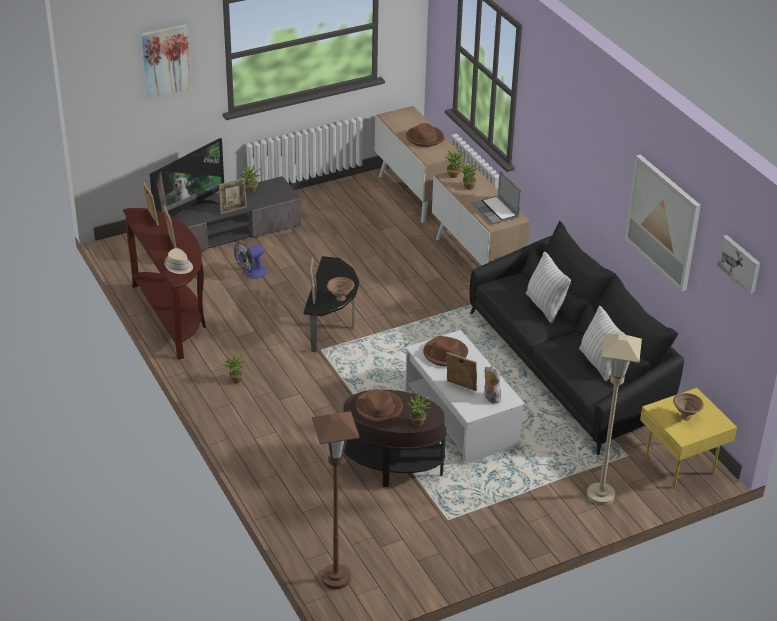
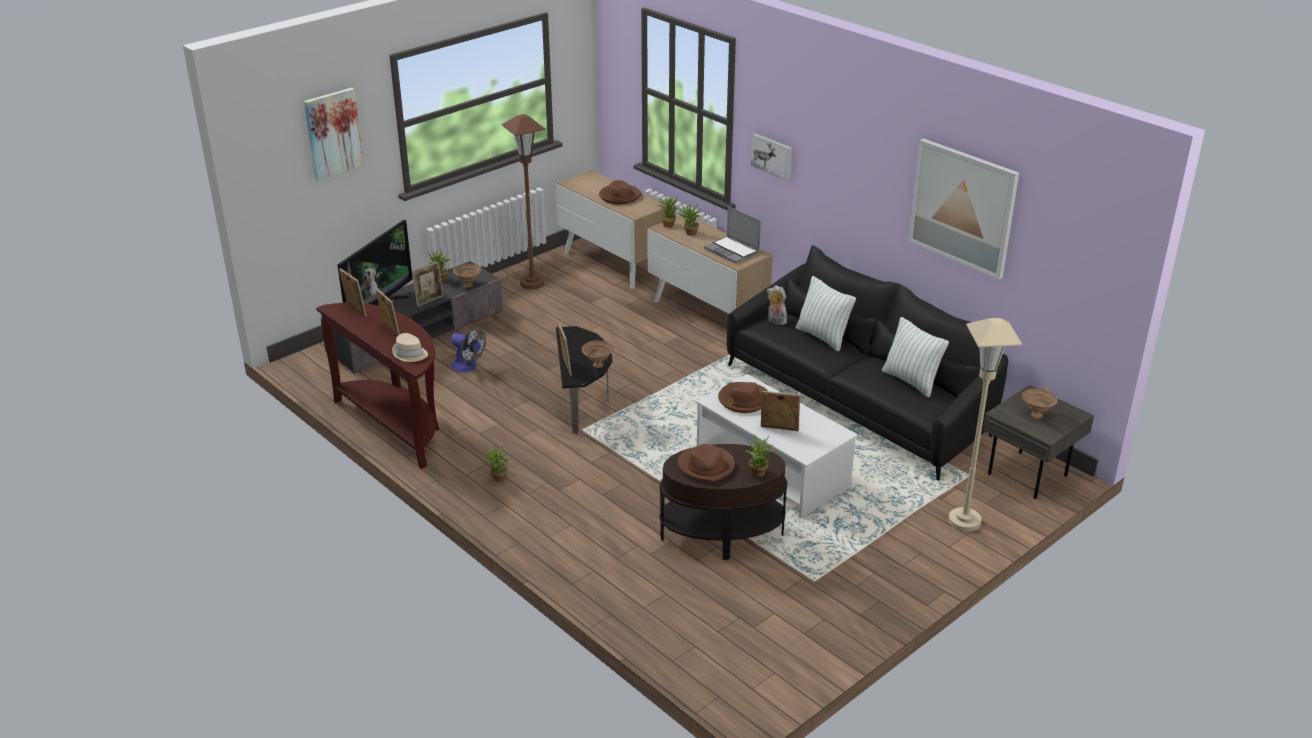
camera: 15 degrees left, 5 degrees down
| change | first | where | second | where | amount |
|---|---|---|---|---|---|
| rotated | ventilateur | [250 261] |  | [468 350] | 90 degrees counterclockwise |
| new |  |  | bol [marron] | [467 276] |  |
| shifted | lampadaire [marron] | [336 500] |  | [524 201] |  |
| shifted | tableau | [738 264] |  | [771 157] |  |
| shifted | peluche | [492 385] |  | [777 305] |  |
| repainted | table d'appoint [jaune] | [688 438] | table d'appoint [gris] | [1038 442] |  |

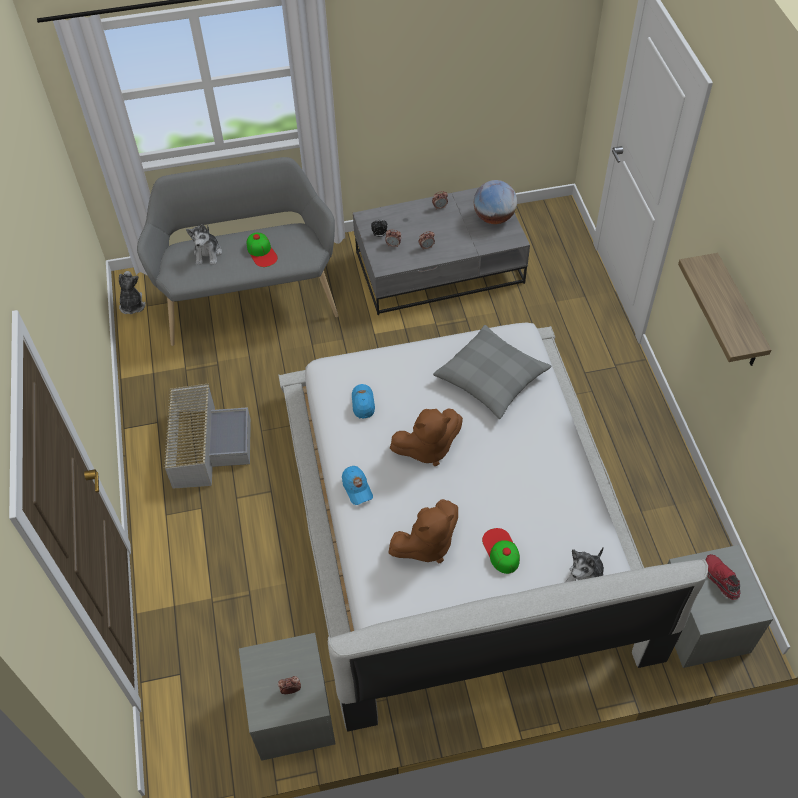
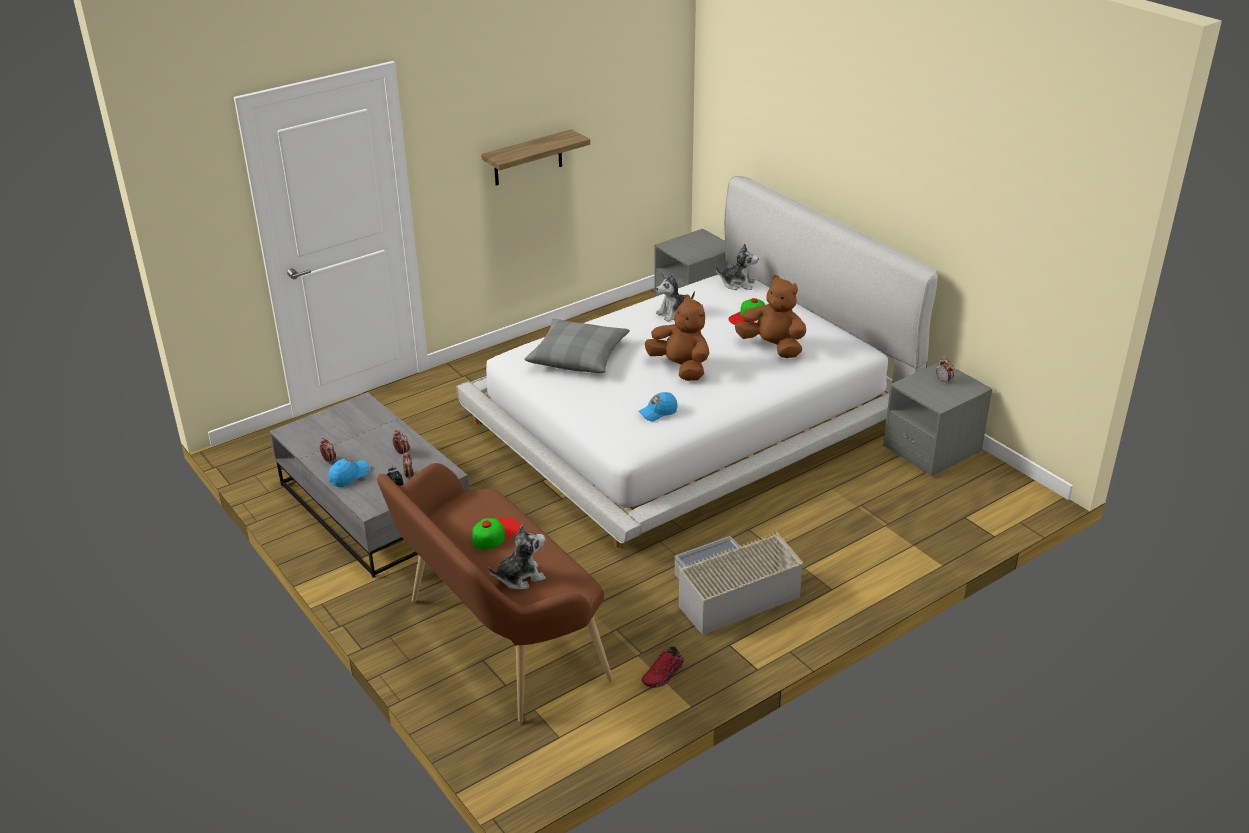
camera: 115 degrees left, 20 degrees down
| change | first | where | second | where | amount |
|---|---|---|---|---|---|
| shifted | casquette [bleu] | [357 485] |  | [349 472] |  |
| repainted | banc [gris] | [237 251] | banc [marron] | [495 592] |  |
| shifted | chaussure [rouge] | [722 577] |  | [663 667] |  |
| shifted | peluche | [132 292] |  | [675 297] |  |
| gone | globe | [495 202] |  |  |  |

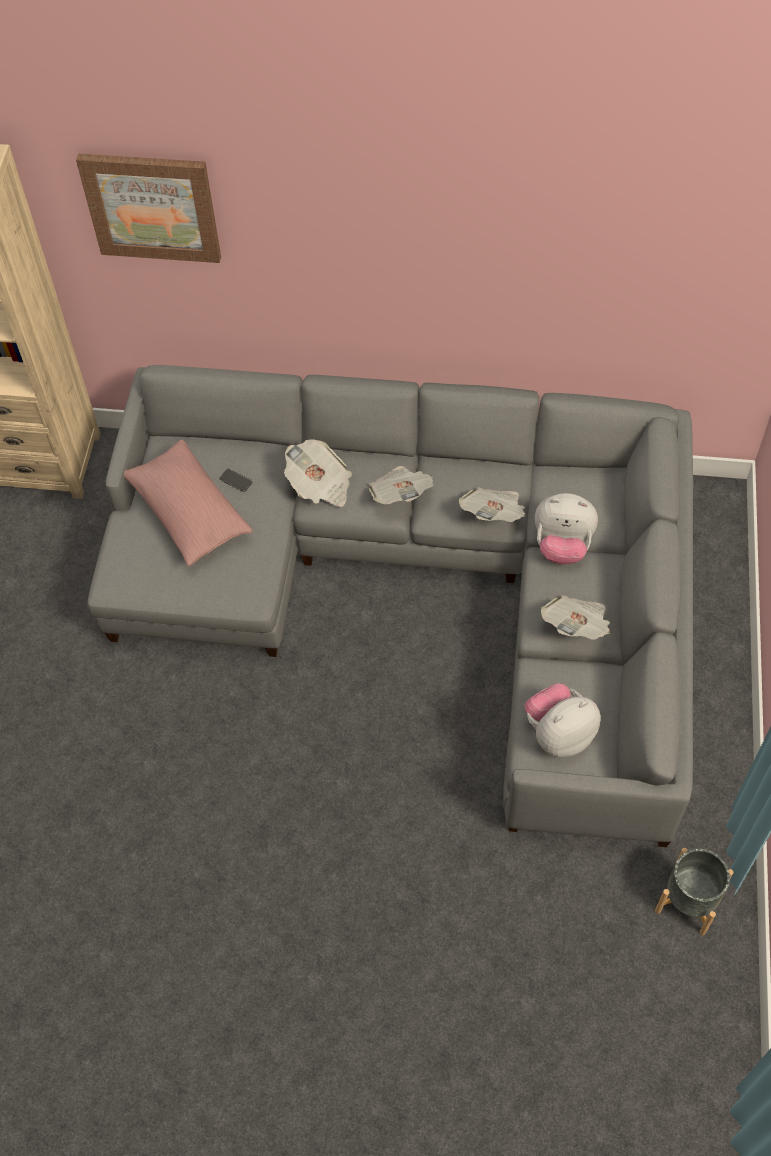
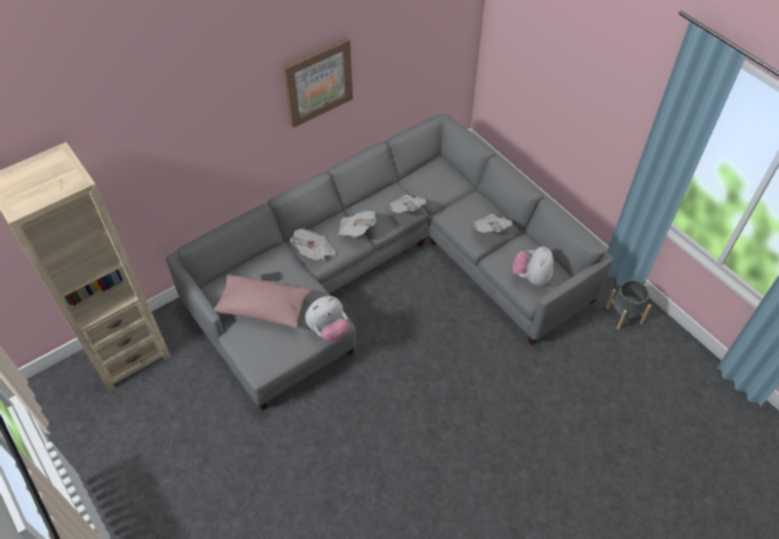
camera: 45 degrees left, 5 degrees down
| change | first | where | second | where | amount |
|---|---|---|---|---|---|
| shifted | tableau | [148 208] |  | [318 83] |  |
| shifted | peluche | [566 528] |  | [327 318] |  |

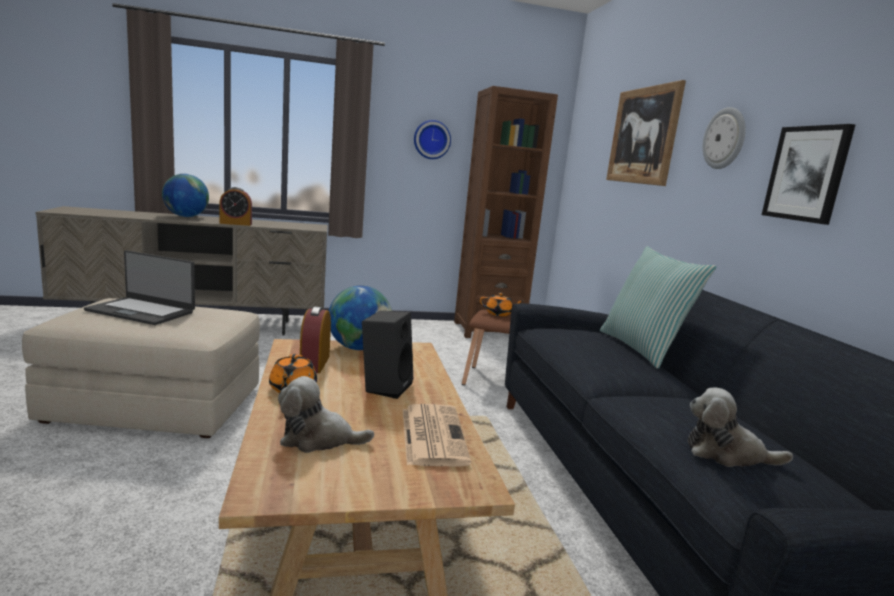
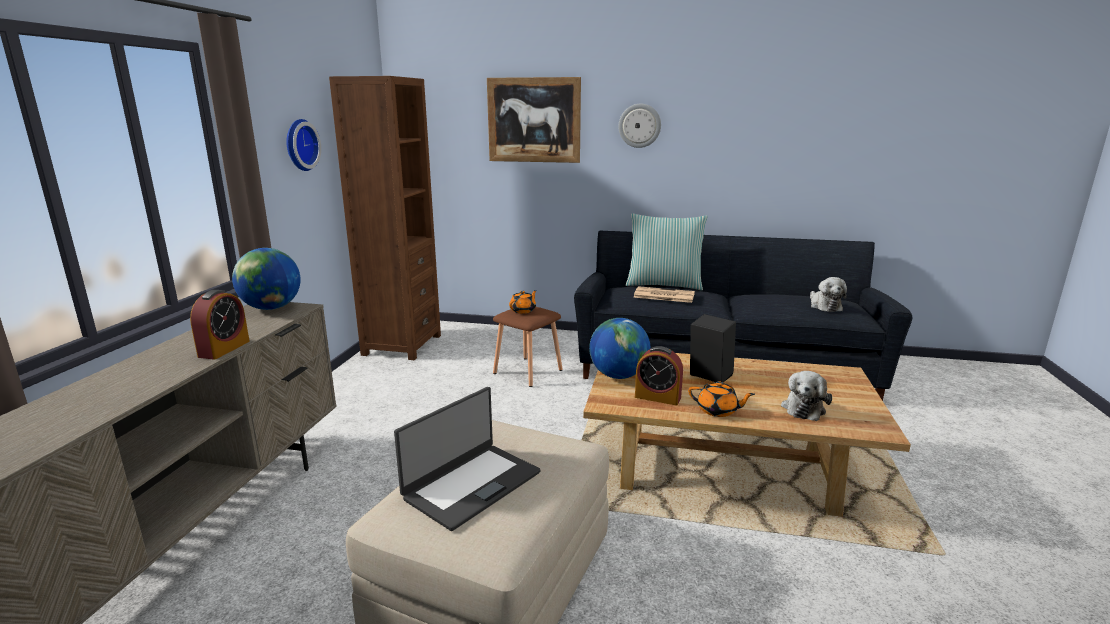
camera: 65 degrees left, 5 degrees up
| change | first | where | second | where | amount |
|---|---|---|---|---|---|
| shifted | globe | [185 195] |  | [266 279] |  |
| shifted | journal | [437 435] |  | [664 294] |  |
| rotated | peluche | [740 427] |  | [828 294] | 45 degrees counterclockwise |
| gone | tableau | [808 174] |  |  |  |

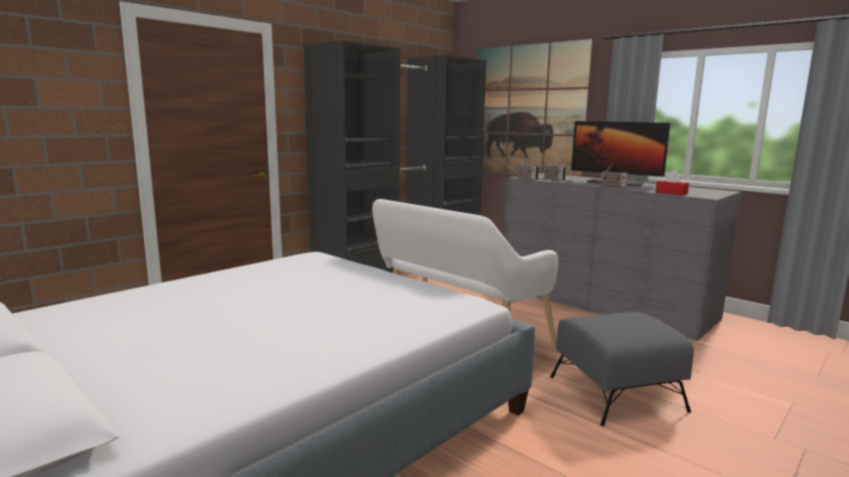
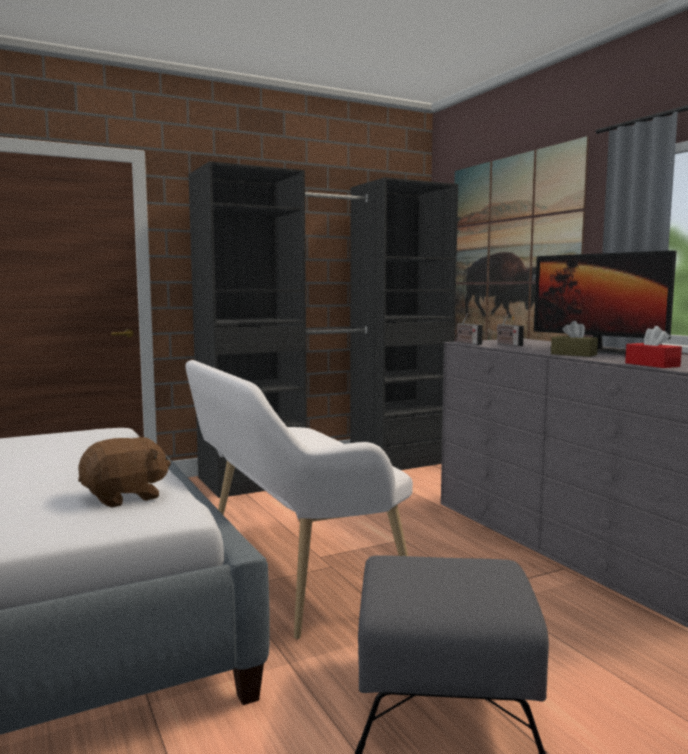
camera: 20 degrees right, 5 degrees down
| change | first | where | second | where | amount |
|---|---|---|---|---|---|
| new |  |  | peluche [marron] | [124 472] |  |
| swapped | radio | [613 176] | boîte à mouchoirs [marron] | [574 339] |  |

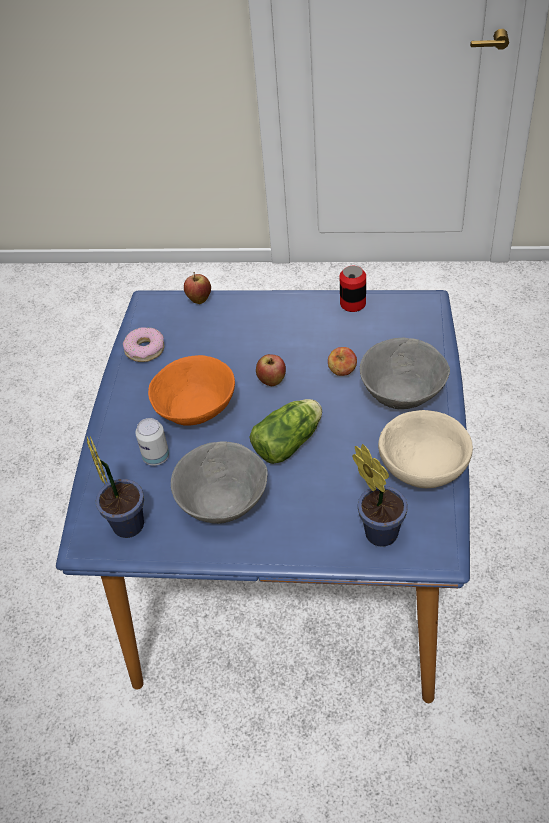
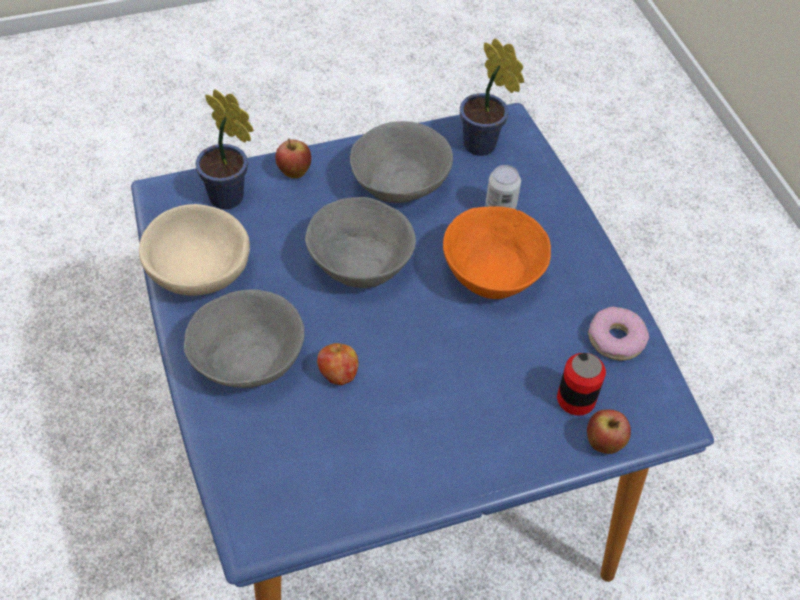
camera: 150 degrees right, 5 degrees up
| change | first | where | second | where | amount |
|---|---|---|---|---|---|
| shifted | pomme | [271 370] |  | [293 158] |  |
| swapped | laitue | [286 431] | bol [gris] | [360 242] |  |
| shifted | boîte métallique | [353 289] |  | [581 384] |  |

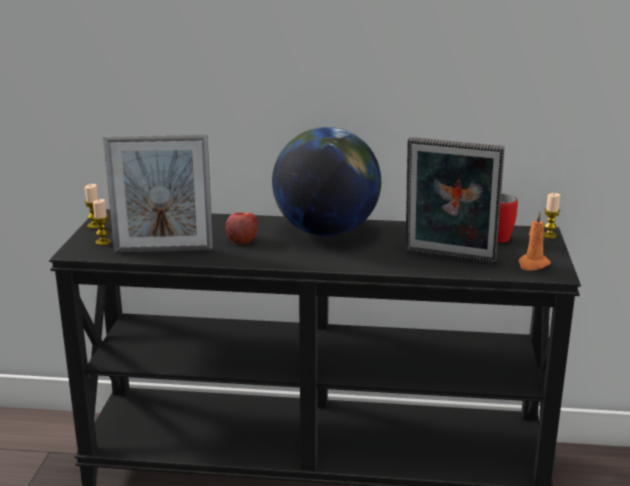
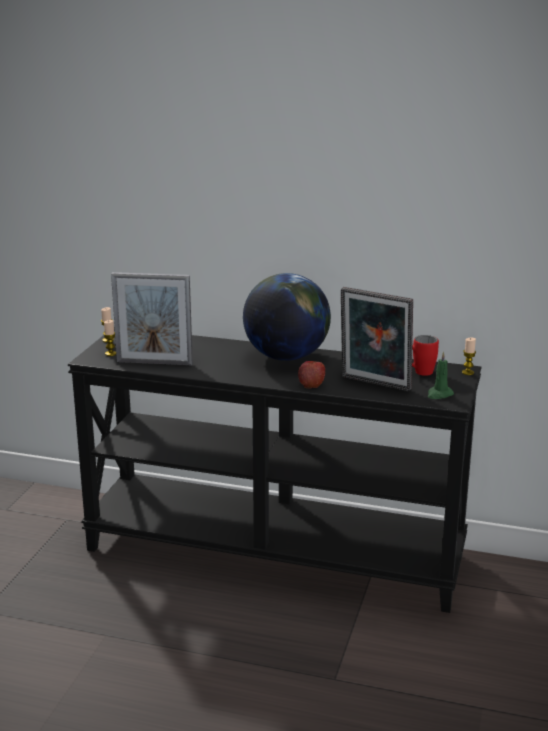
camera: 10 degrees right, 0 degrees up
| change | first | where | second | where | amount |
|---|---|---|---|---|---|
| shifted | pomme | [242 228] |  | [311 374] |  |
| repainted | bougie [orange] | [534 240] | bougie [vert] | [441 375] |  |

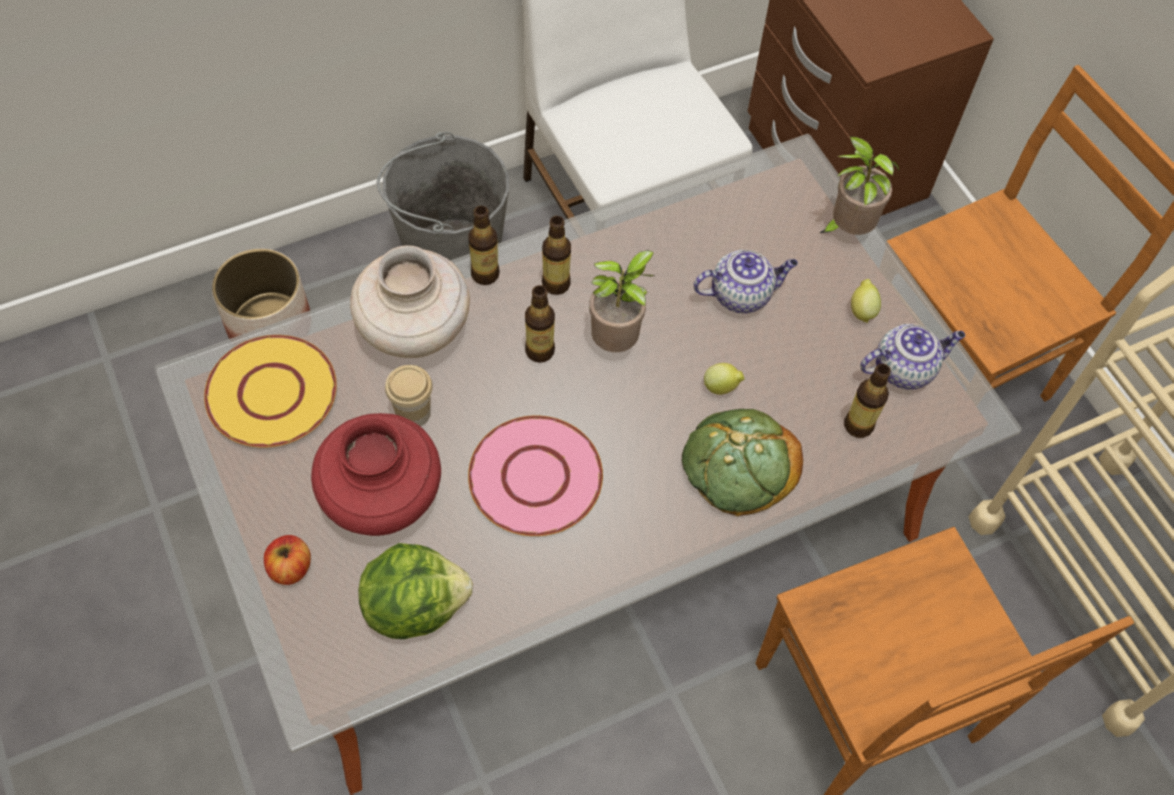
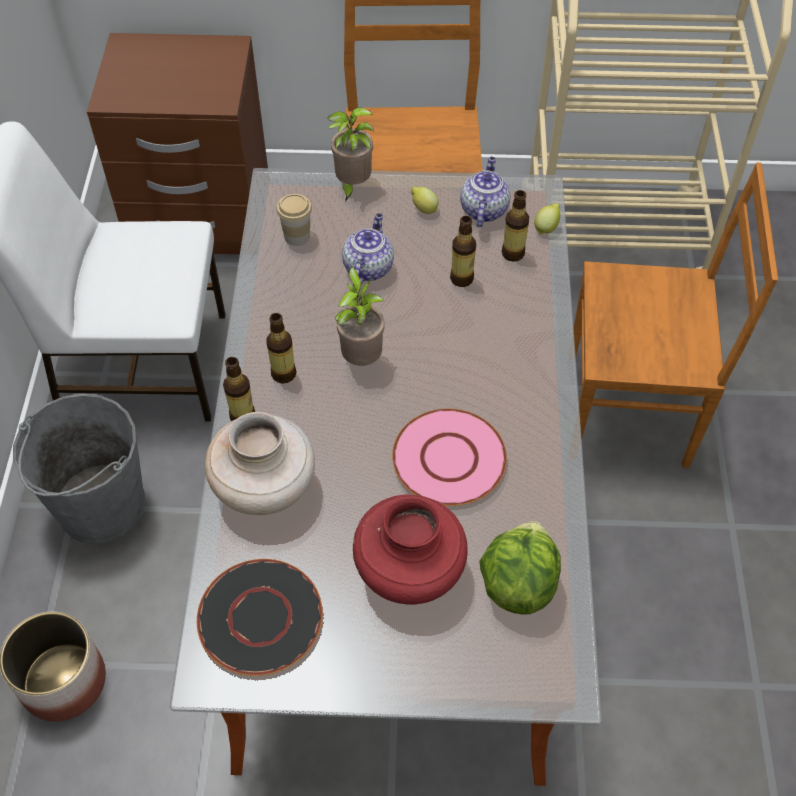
camera: 60 degrees left, 5 degrees down
| change | first | where | second | where | amount |
|---|---|---|---|---|---|
| repainted | assiette [jaune] | [270 391] | assiette [noir] | [260 617] |  |
| shifted | tasse | [409 395] |  | [294 220] |  |
| shifted | bouteille | [540 324] |  | [463 251] |  |
| shifted | citron | [724 379] |  | [547 219] |  |
| gone | pomme | [287 560] |  |  |  |
| gone | pain | [742 462] |  |  |  |

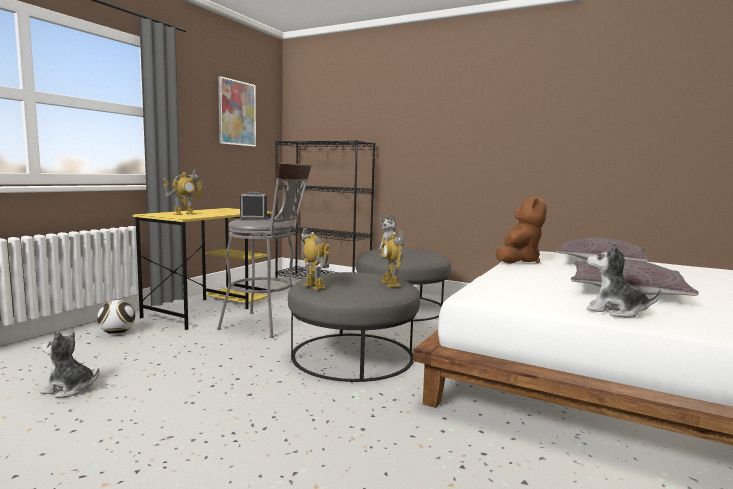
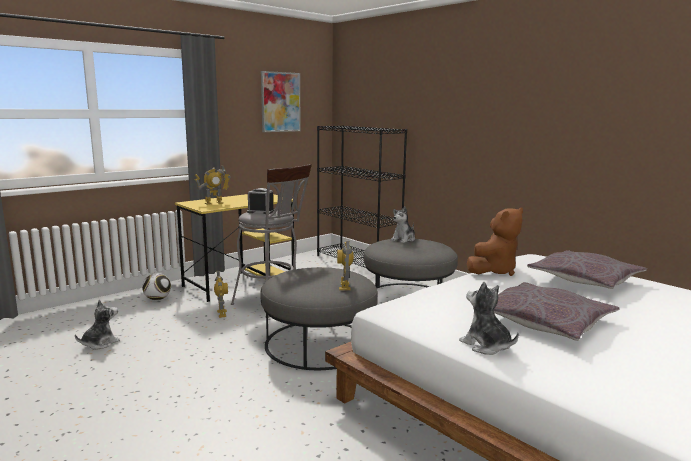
camera: 20 degrees right, 5 degrees up
| change | first | where | second | where | amount |
|---|---|---|---|---|---|
| rotated | peluche | [69 364] |  | [97 324] | 105 degrees clockwise |
| shifted | robot jouet | [315 258] |  | [221 294] |  |

